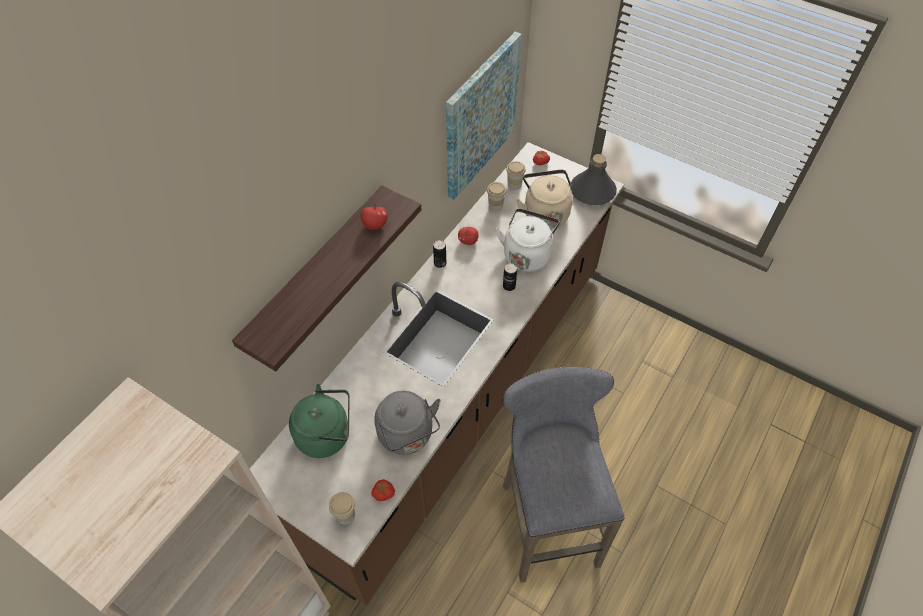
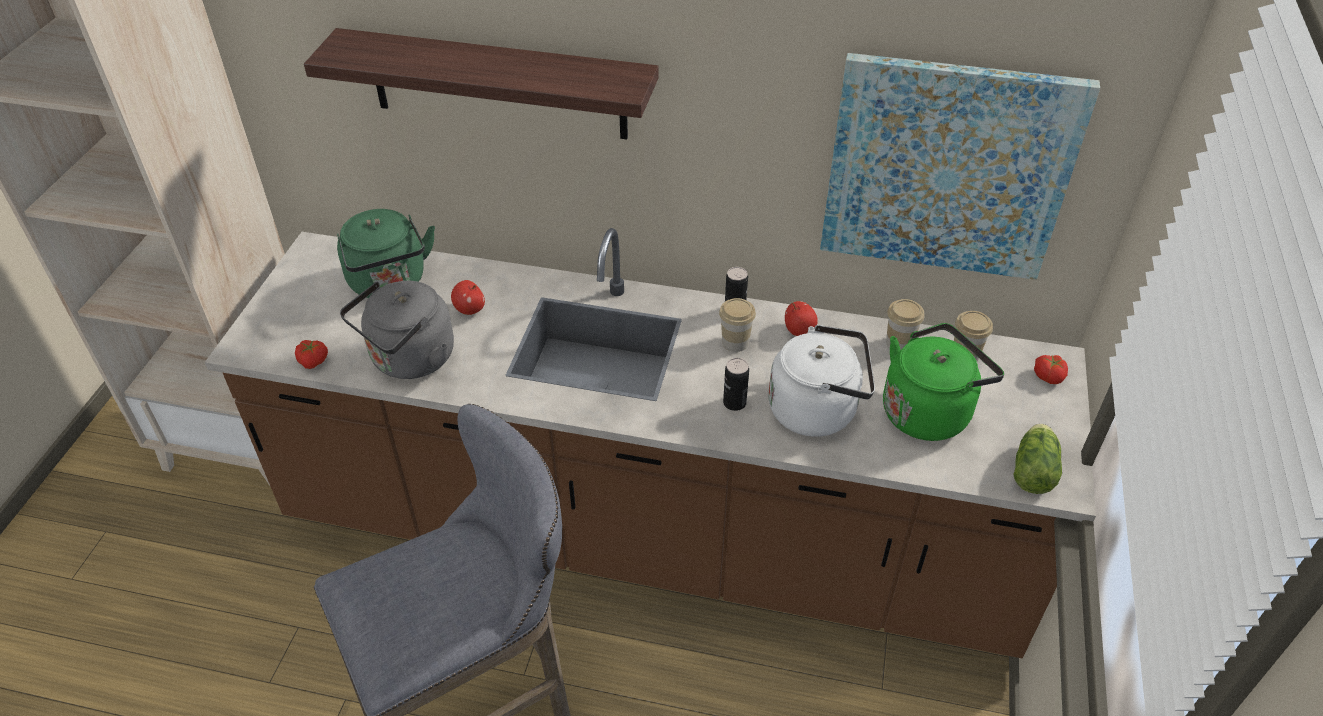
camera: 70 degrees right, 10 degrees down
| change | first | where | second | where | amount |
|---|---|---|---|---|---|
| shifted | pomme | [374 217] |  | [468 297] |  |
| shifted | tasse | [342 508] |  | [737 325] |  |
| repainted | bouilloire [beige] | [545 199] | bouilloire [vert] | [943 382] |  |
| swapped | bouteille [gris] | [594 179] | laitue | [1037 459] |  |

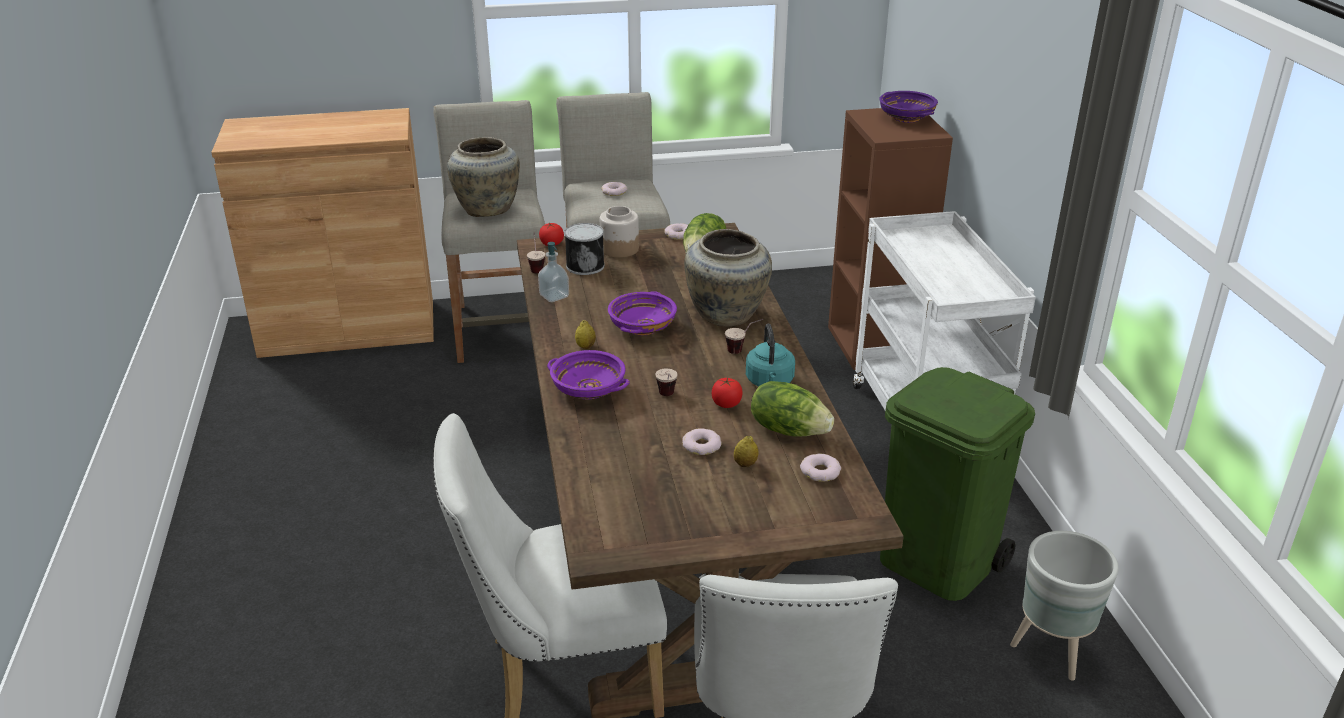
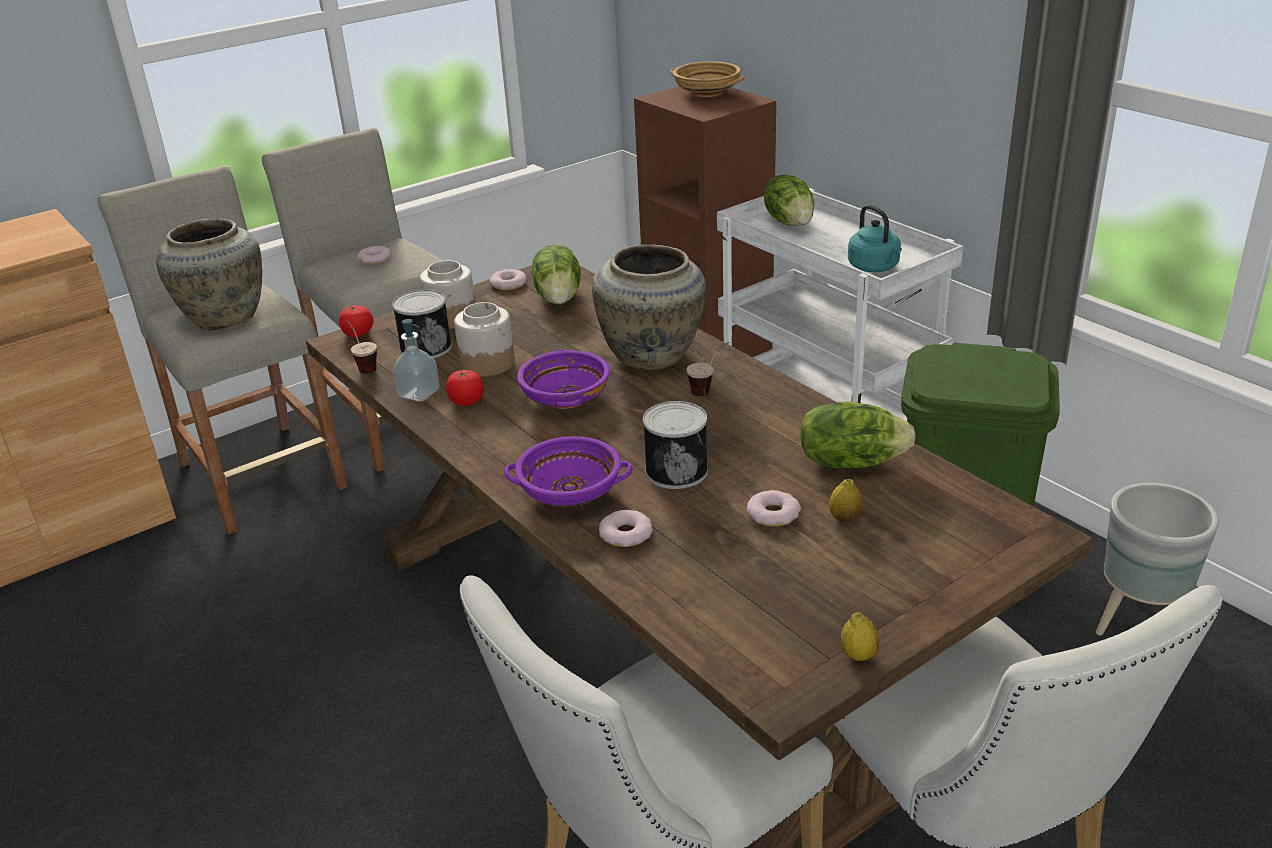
camera: 25 degrees left, 0 degrees up
| change | first | where | second | where | amount |
|---|---|---|---|---|---|
| shifted | tomate | [727 393] |  | [465 388] |  |
| new |  |  | bocal | [484 339] |  |
| shifted | beignet | [820 467] |  | [626 528] |  |
| swapped | tasse | [666 382] | boîte métallique | [675 445] |  |
| repainted | bol [violet] | [908 107] | bol [beige] | [707 79] |  |
| new |  |  | laitue | [789 200] |  |
| shifted | citron | [585 334] |  | [860 637] |  |
| shifted | bouilloire [turquoise] | [770 355] |  | [875 238] |  |

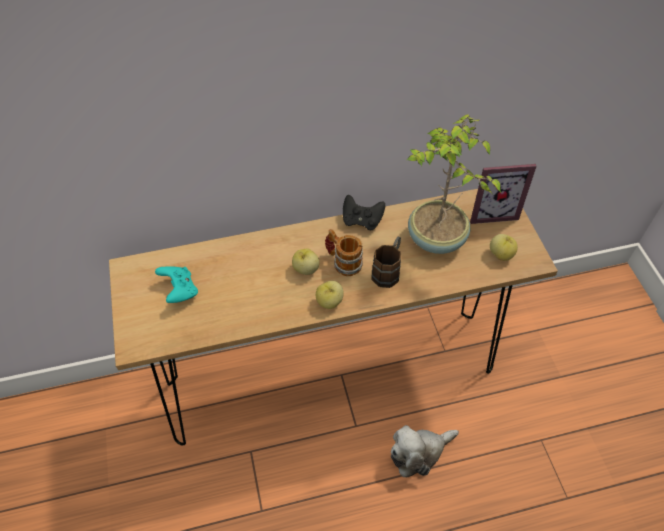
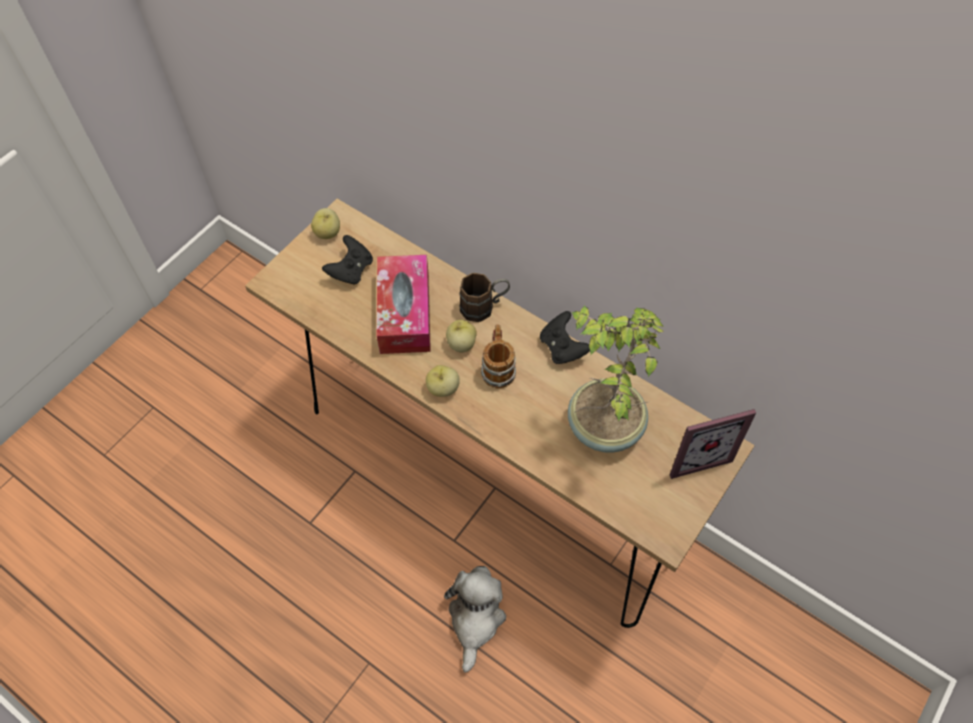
camera: 50 degrees right, 5 degrees up
| change | first | where | second | where | amount |
|---|---|---|---|---|---|
| shifted | pomme | [504 247] |  | [325 223] |  |
| repainted | manette [turquoise] | [176 284] | manette [noir] | [347 260] |  |
| new |  |  | boîte à mouchoirs | [404 304] |  |
| rotated | peluche | [425 451] |  | [475 619] | 75 degrees clockwise |
| shifted | mug [marron] | [386 262] |  | [485 297] |  |
| rotated | cadre photo | [503 194] |  | [713 444] | 60 degrees counterclockwise |

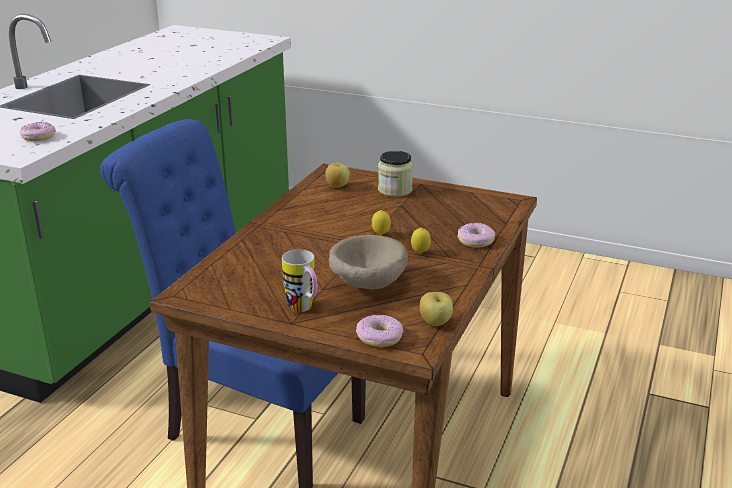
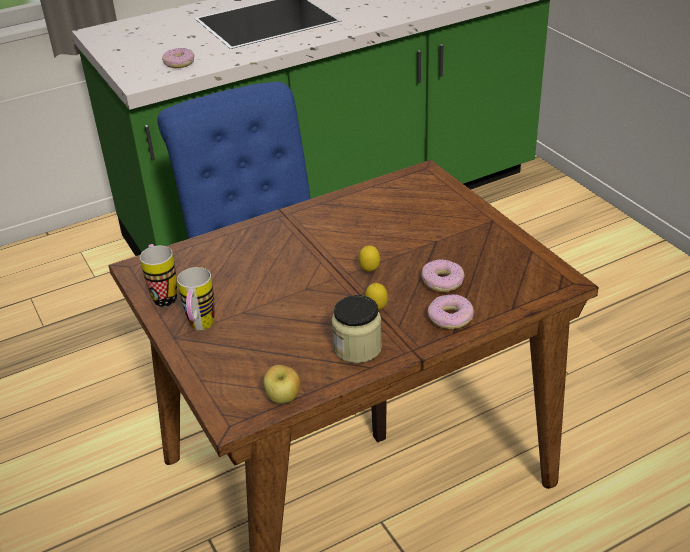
camera: 40 degrees right, 10 degrees up
| change | first | where | second | where | amount |
|---|---|---|---|---|---|
| new |  |  | mug | [158 275] |  |
| shifted | bocal | [395 174] |  | [357 329] |  |
| shifted | beignet | [380 331] |  | [443 275] |  |
| gone | pomme | [337 175] |  |  |  |
| gone | bol [beige] | [368 262] |  |  |  |

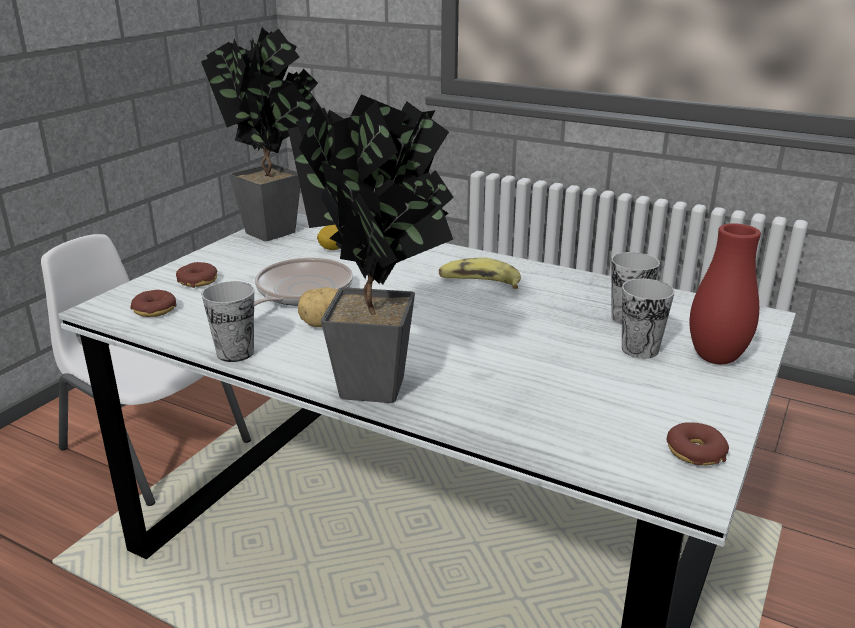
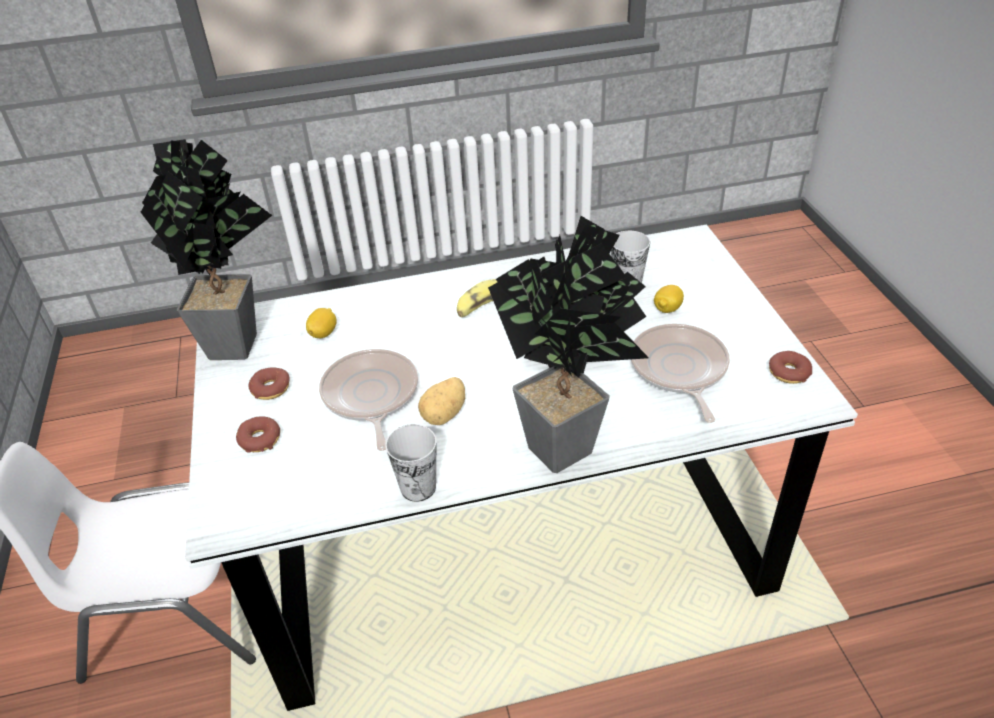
camera: 40 degrees left, 15 degrees up
| change | first | where | second | where | amount |
|---|---|---|---|---|---|
| shifted | beignet | [153 303] |  | [269 383] |  |
| new |  |  | poêle | [680 373] |  |
| swapped | tasse | [648 319] | citron | [669 299] |  |
| gone | vase [rouge] | [725 293] |  |  |  |

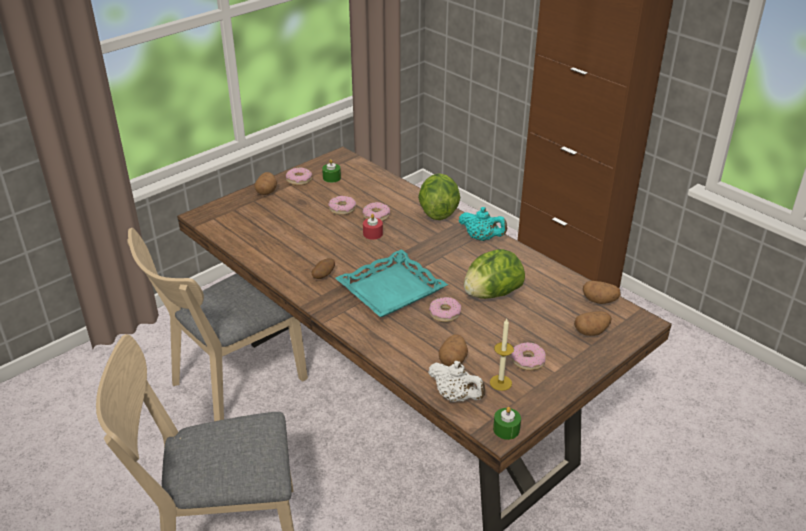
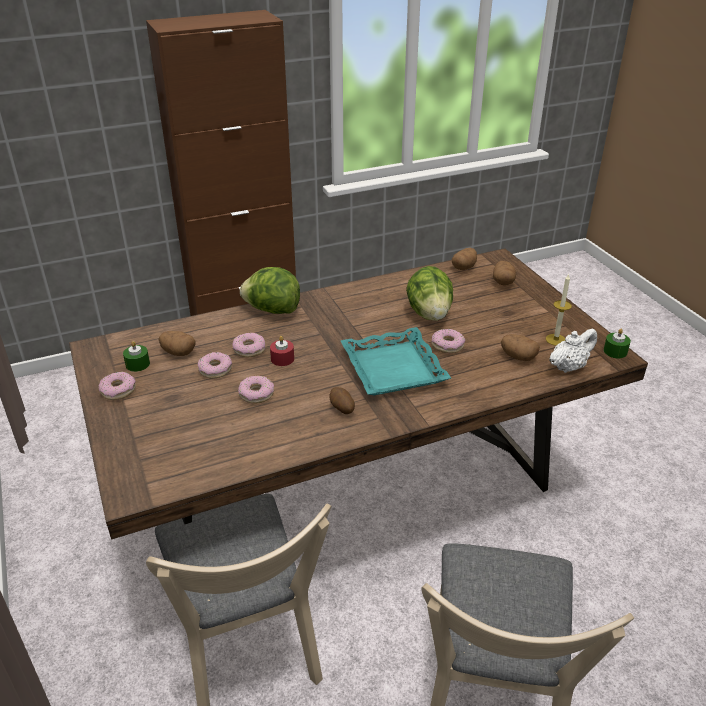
camera: 70 degrees left, 0 degrees up
| change | first | where | second | where | amount |
|---|---|---|---|---|---|
| shifted | pomme de terre | [265 183] |  | [177 343] |  |
| shifted | beignet | [528 356] |  | [256 390] |  |
| gone | théière [turquoise] | [483 224] |  |  |  |

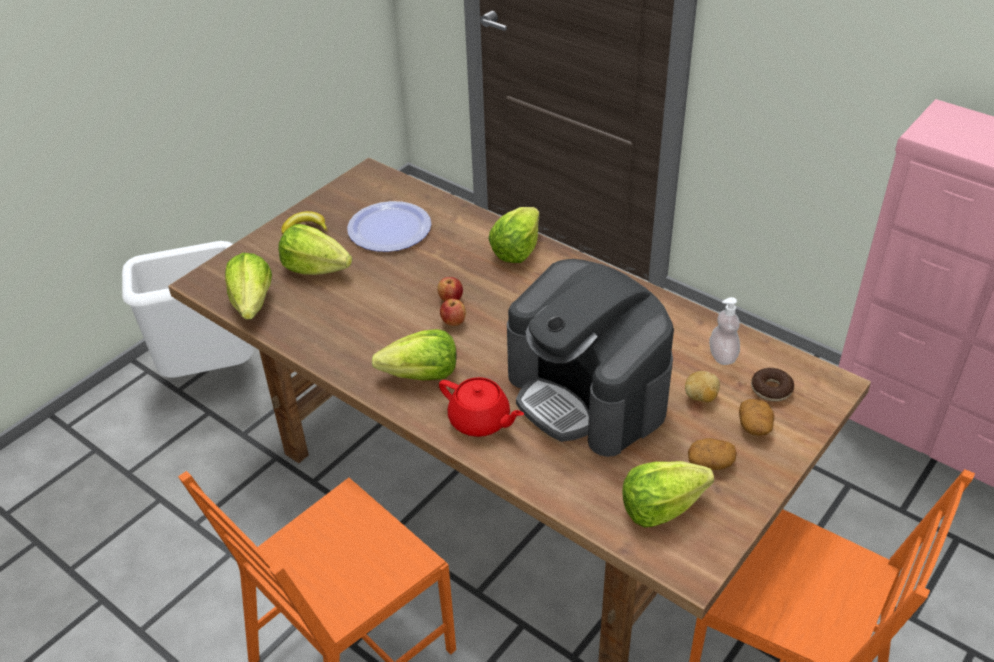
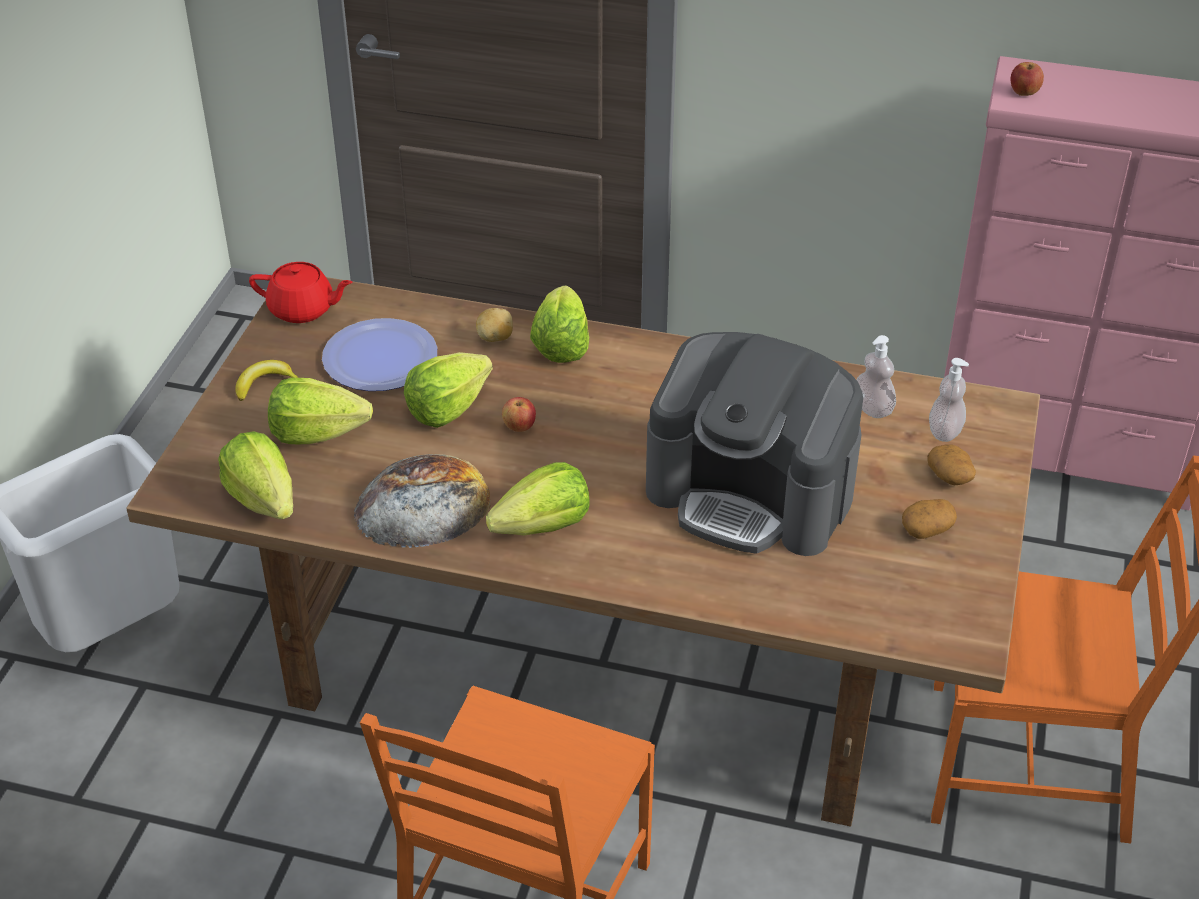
camera: 25 degrees left, 0 degrees up
| change | first | where | second | where | amount |
|---|---|---|---|---|---|
| shifted | théière [rouge] | [481 407] |  | [300 292] |  |
| new |  |  | pain | [422 501] |  |
| shifted | laitue | [668 494] |  | [448 390] |  |
| shifted | pomme de terre | [702 386] |  | [494 325] |  |
| swapped | beignet | [772 385] | distributeur de savon | [949 400] |  |
| shifted | pomme | [453 312] |  | [1027 79] |  |

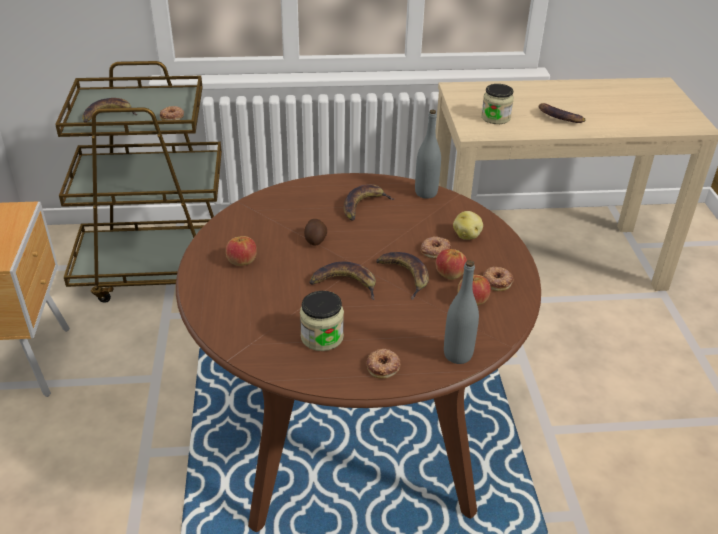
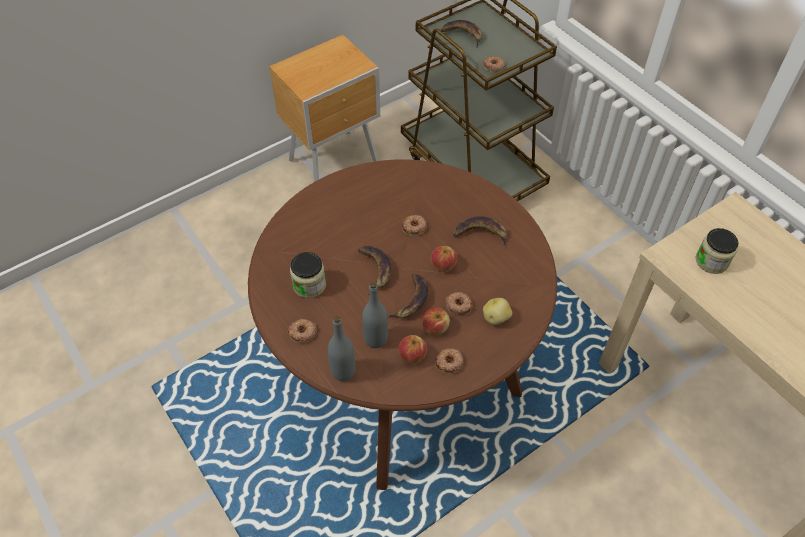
camera: 60 degrees right, 15 degrees up
| change | first | where | second | where | amount |
|---|---|---|---|---|---|
| shifted | bouteille [gris] | [428 154] |  | [375 315] |  |
| swapped | pomme de terre | [315 232] | beignet | [414 225] |  |
| shifted | pomme | [241 251] |  | [444 259] |  |
| gone | banane | [562 113] |  |  |  |

